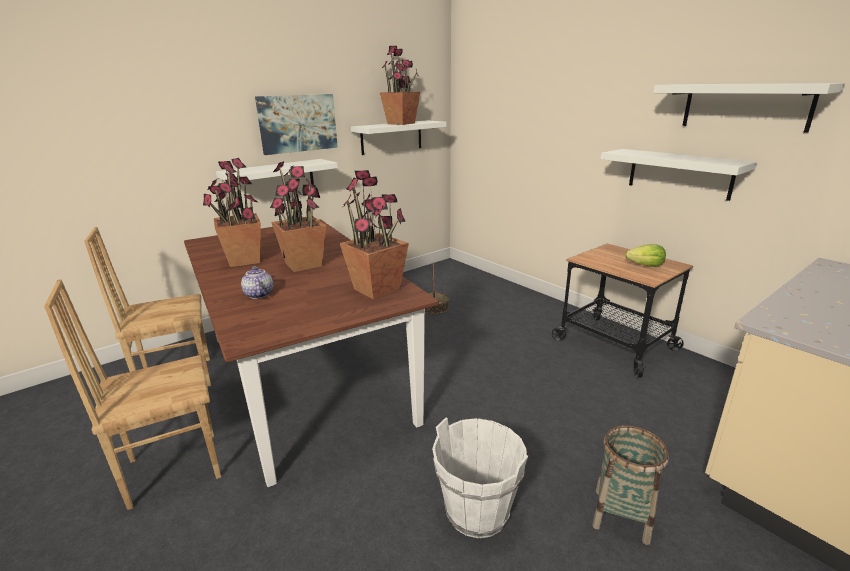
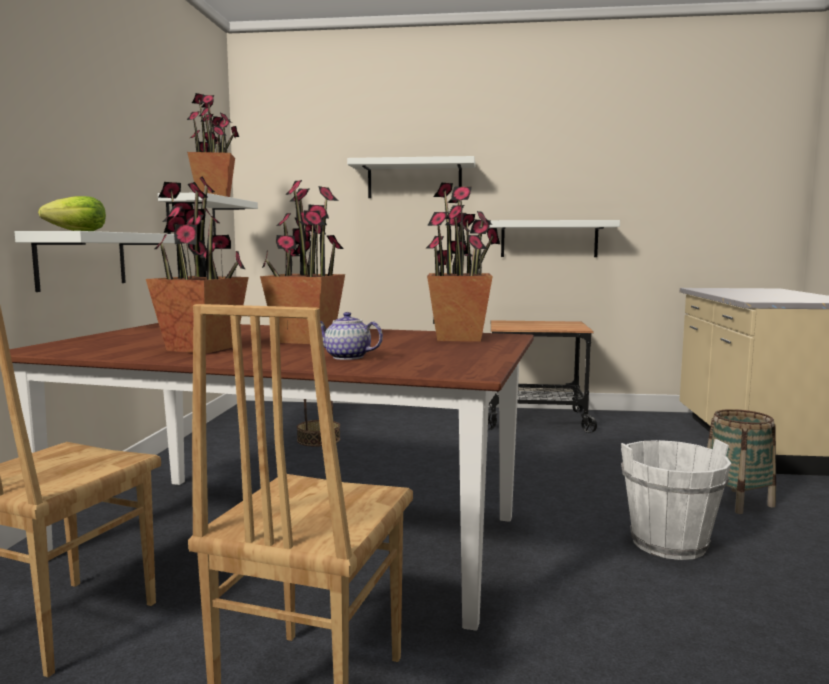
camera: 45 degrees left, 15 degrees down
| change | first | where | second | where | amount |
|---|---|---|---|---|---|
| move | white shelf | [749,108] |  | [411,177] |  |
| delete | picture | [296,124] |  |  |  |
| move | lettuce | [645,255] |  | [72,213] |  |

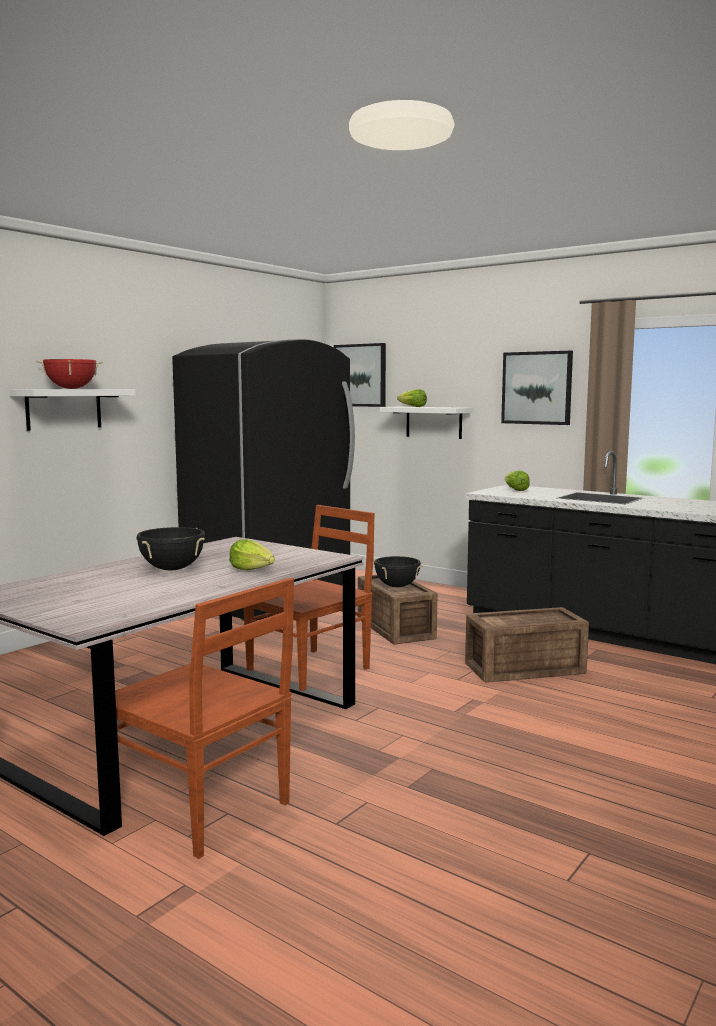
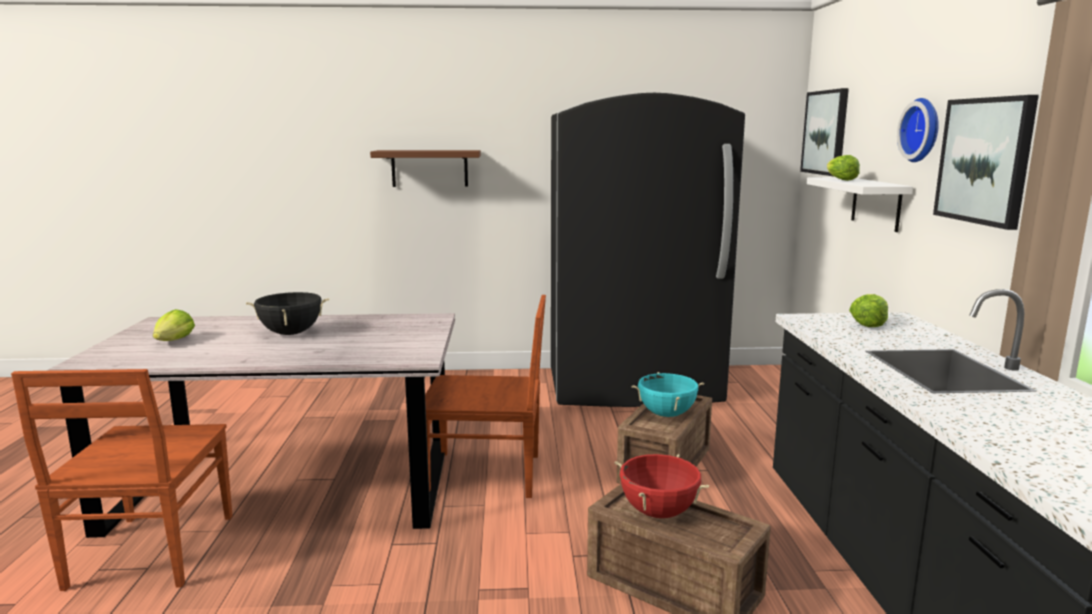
camera: 50 degrees right, 5 degrees up
| change | first | where | second | where | amount |
|---|---|---|---|---|---|
| move | red cooking pot | [69,374] |  | [662,486] |  |
| recolor | white shelf | [73,410] | brown shelf | [425,168] |  |
| move | lettuce | [252,554] |  | [174,325] |  |
| recolor | black cooking pot | [398,571] | turquoise cooking pot | [667,394] |  |
| insert |  |  | wall clock | [918,130] |  |

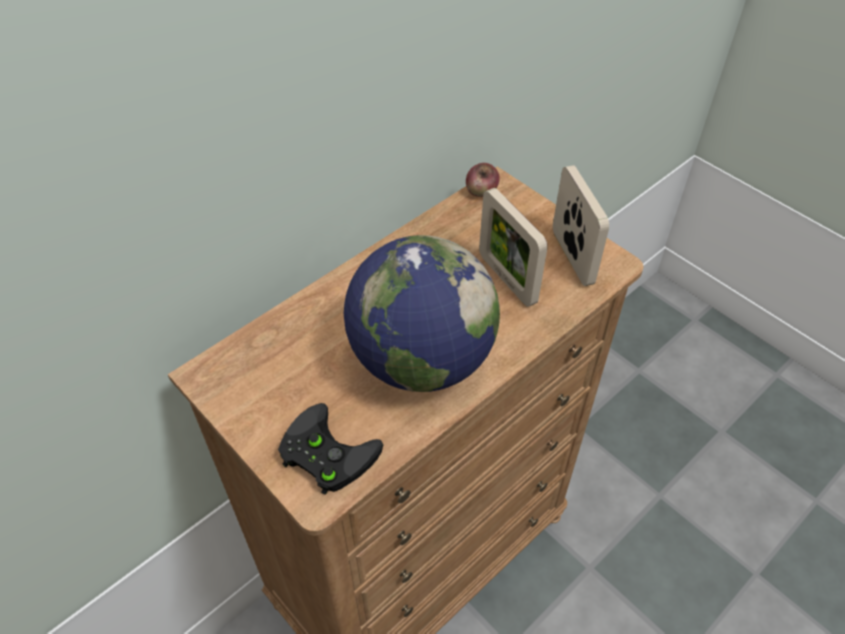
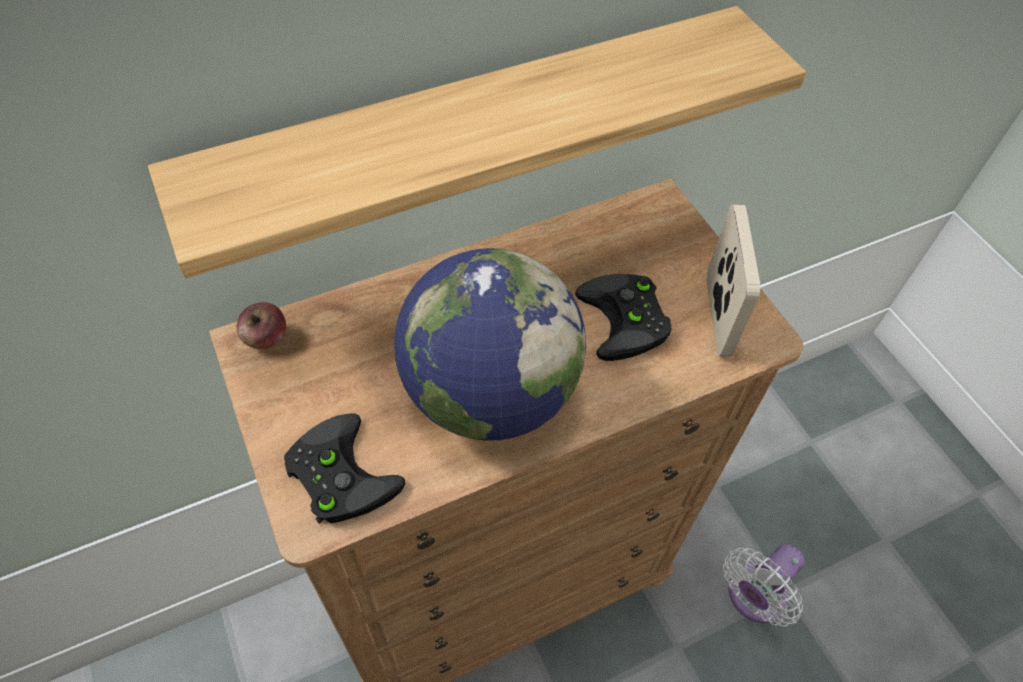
camera: 15 degrees right, 5 degrees up
| change | first | where | second | where | amount |
|---|---|---|---|---|---|
| move | apple | [483,180] |  | [261,325] |  |
| replace | picture frame | [513,247] | black game controller | [623,317] |  |
| insert |  |  | shelf | [477,142] |  |
| insert |  |  | white fan | [764,585] |  |

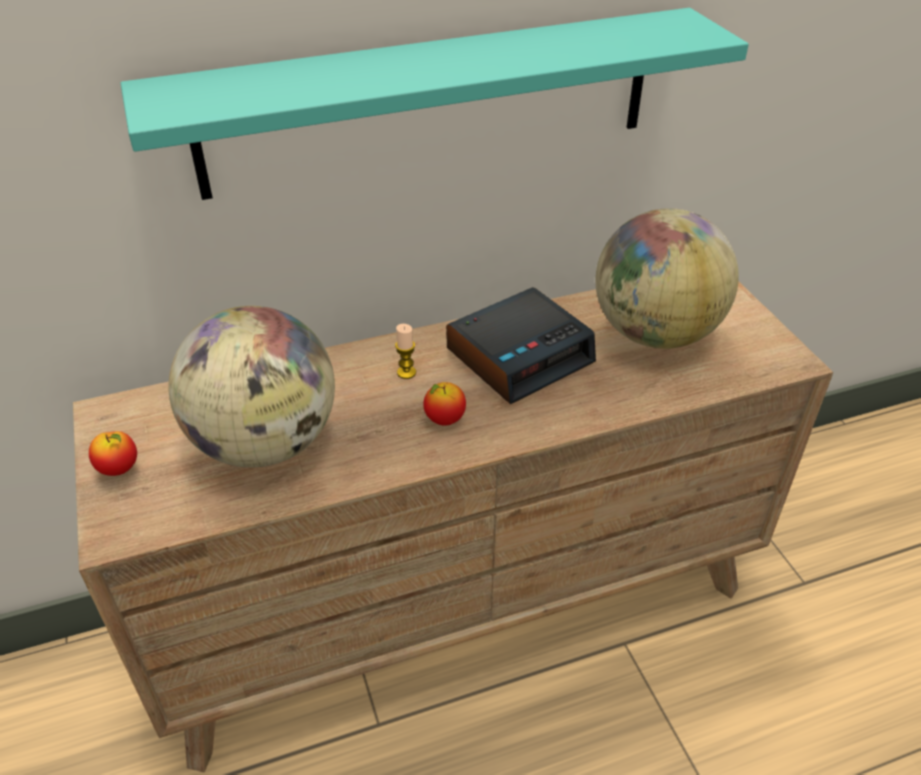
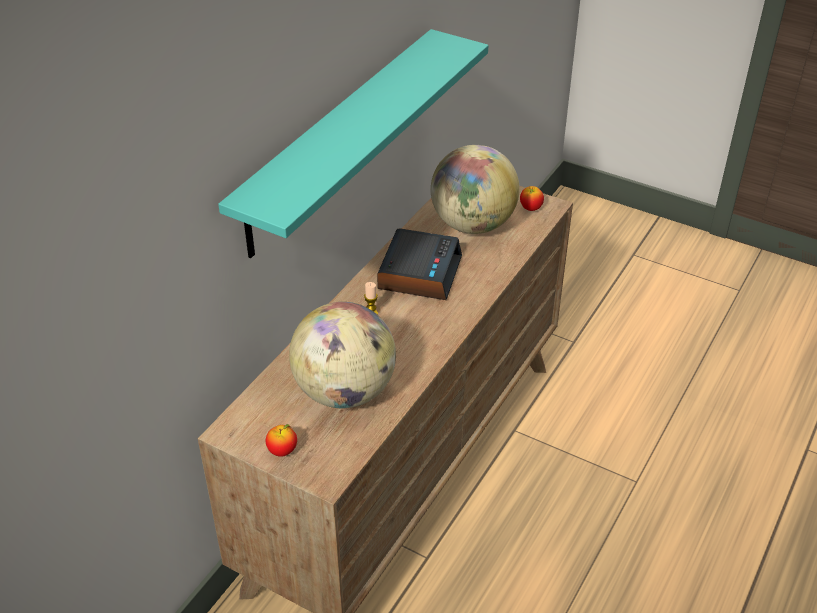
camera: 40 degrees left, 0 degrees up
| change | first | where | second | where | amount |
|---|---|---|---|---|---|
| move | apple | [444,404] |  | [532,198] |  |

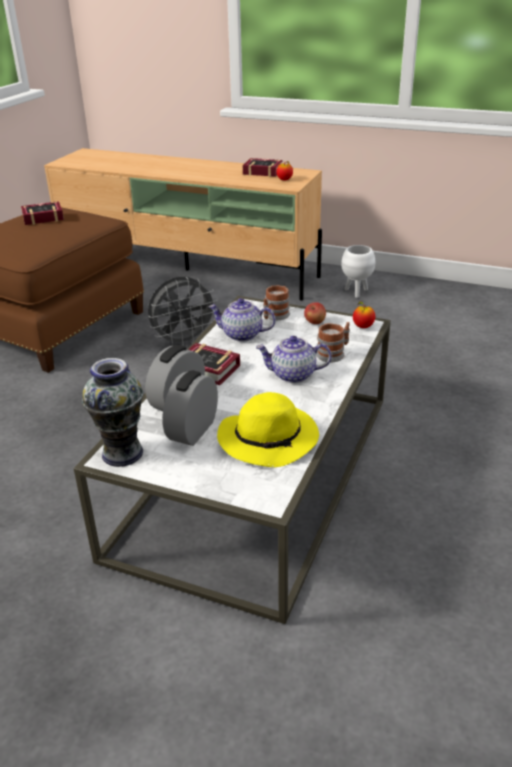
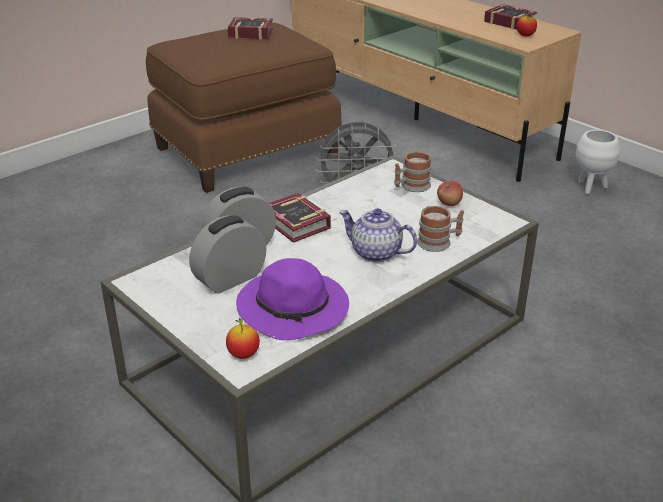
camera: 25 degrees right, 0 degrees up
| change | first | where | second | where | amount |
|---|---|---|---|---|---|
| delete | teapot | [241,320] |  |  |  |
| move | apple | [364,315] |  | [243,338] |  |
| delete | vase | [112,412] |  |  |  |
| recolor | yellow hat | [268,429] | purple hat | [292,299] |  |

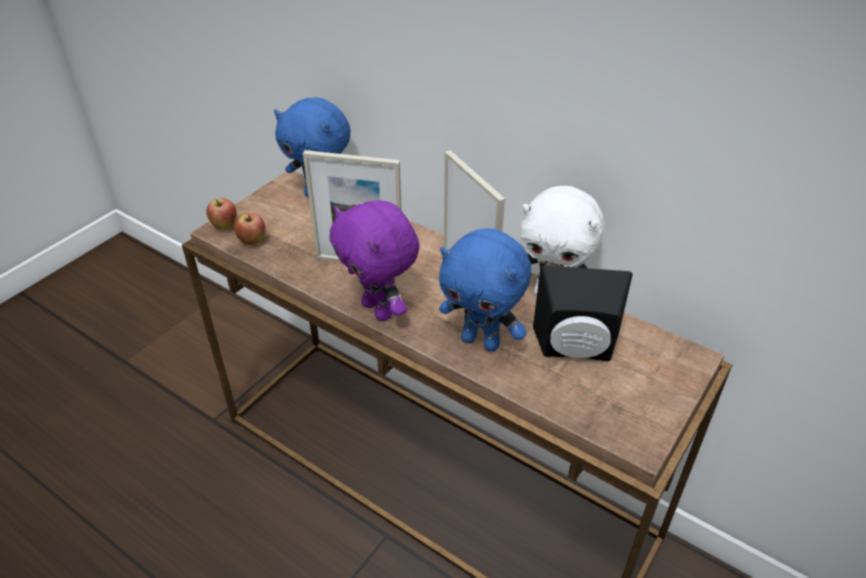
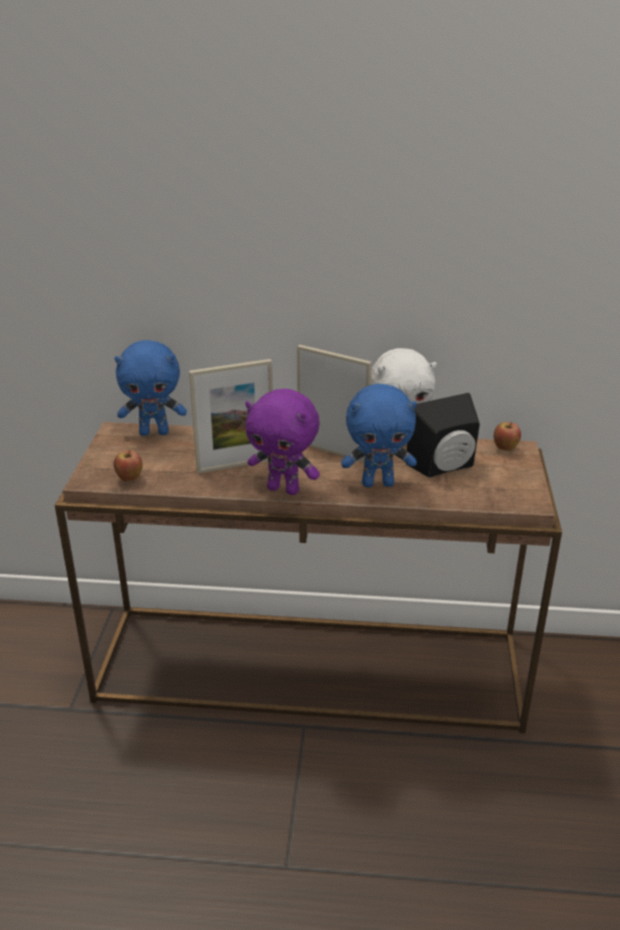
camera: 30 degrees left, 10 degrees down
| change | first | where | second | where | amount |
|---|---|---|---|---|---|
| move | apple | [221,214] |  | [507,436] |  |

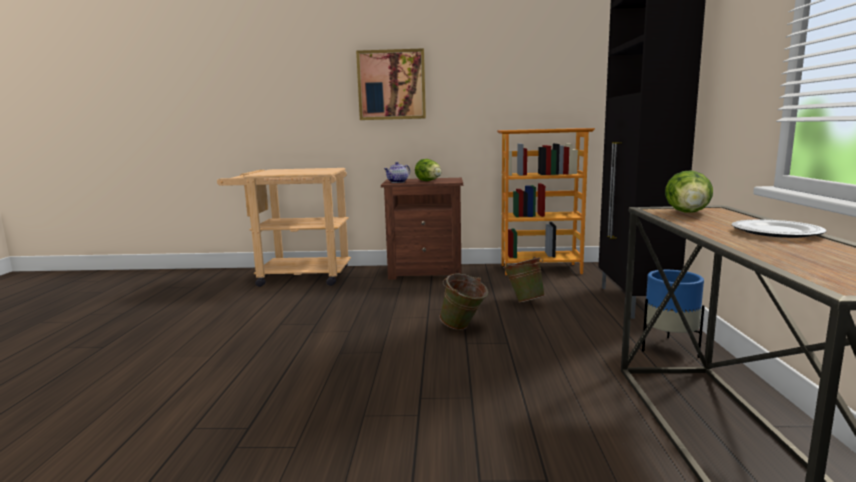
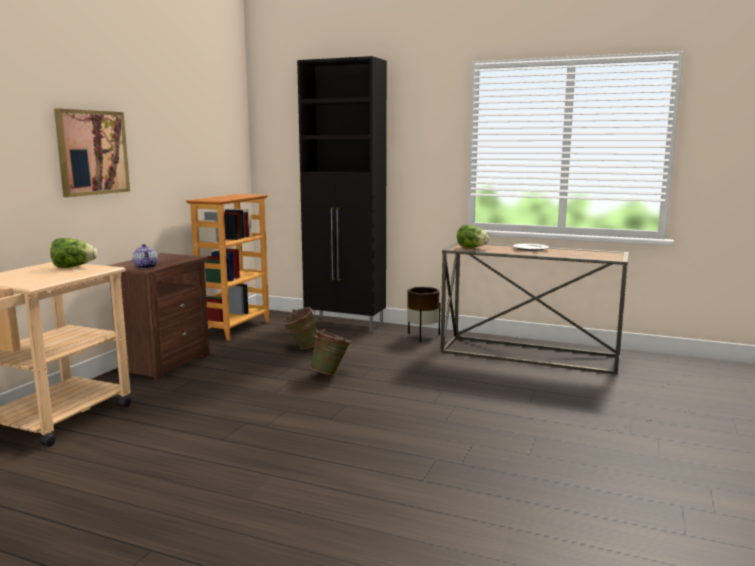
camera: 70 degrees left, 0 degrees up
| change | first | where | second | where | amount |
|---|---|---|---|---|---|
| move | lettuce | [428,170] |  | [73,253] |  |
| recolor | blue planter | [673,314] | brown planter | [424,314] |  |

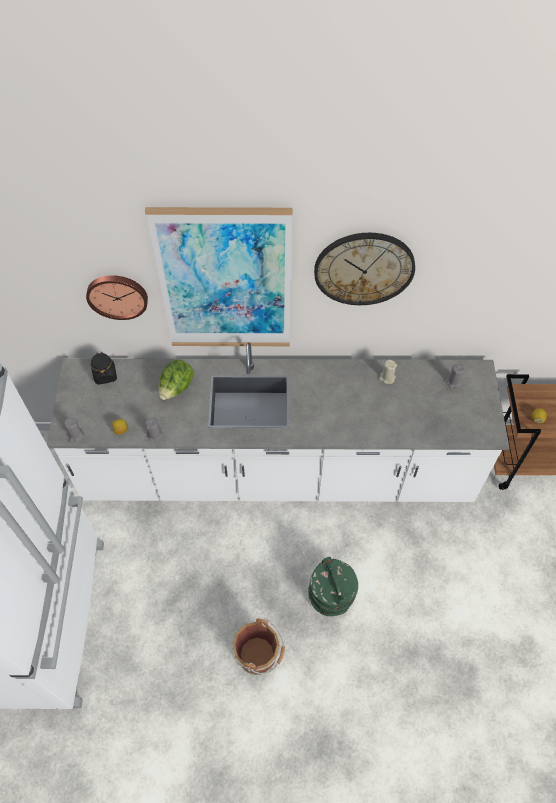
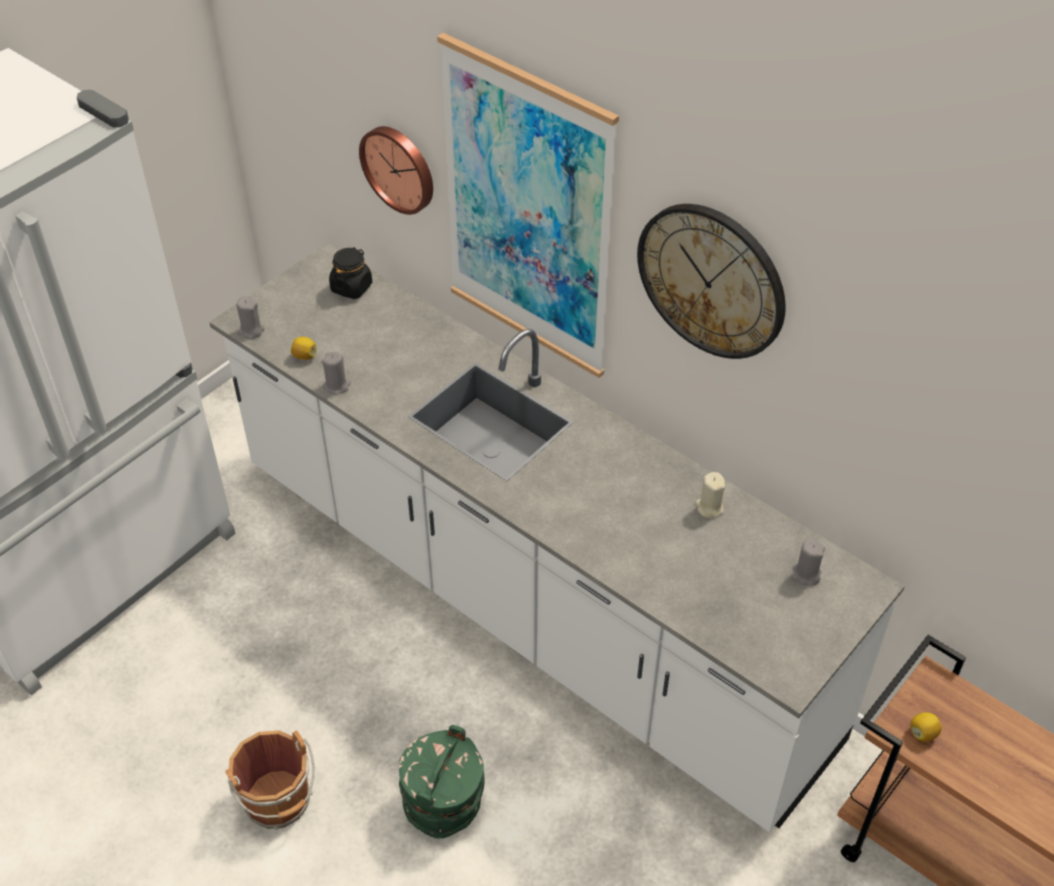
camera: 40 degrees right, 10 degrees down
| change | first | where | second | where | amount |
|---|---|---|---|---|---|
| delete | lettuce | [176,380] |  |  |  |

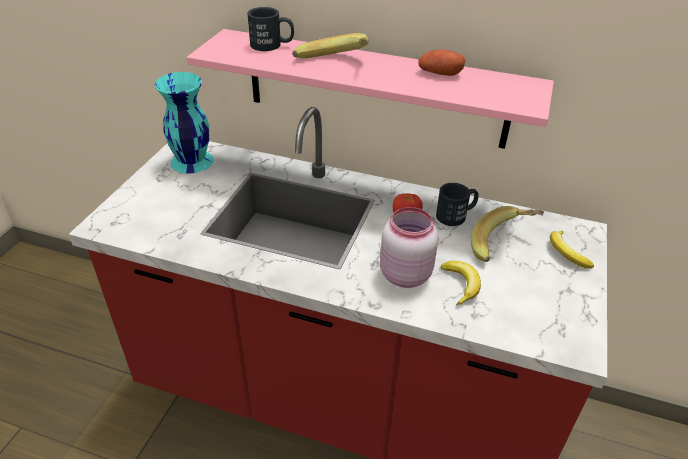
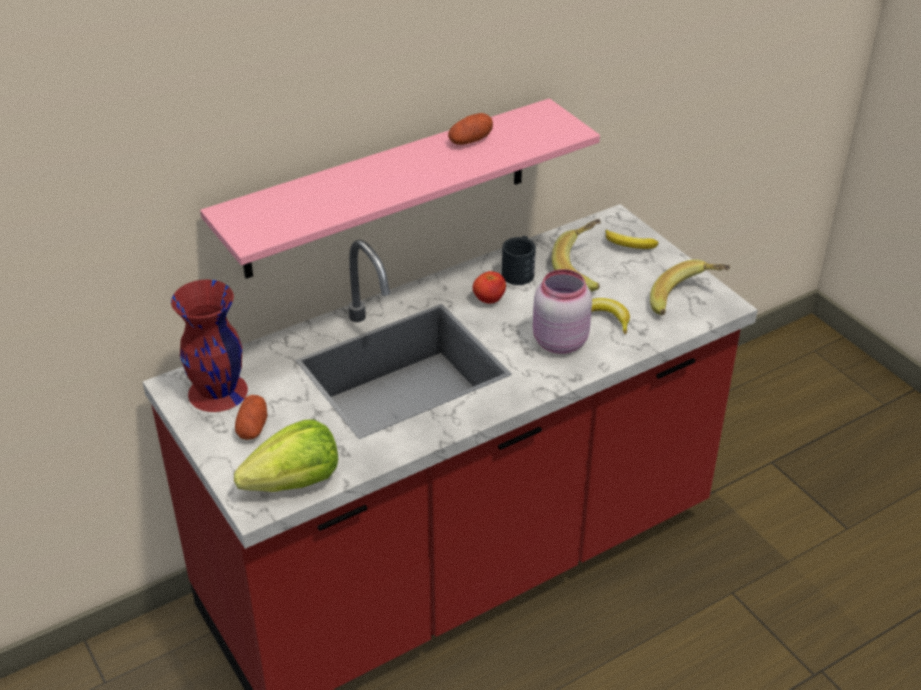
camera: 50 degrees left, 0 degrees up
| change | first | where | second | where | amount |
|---|---|---|---|---|---|
| delete | black mug | [270,29] |  |  |  |
| move | banana | [330,45] |  | [690,287] |  |
| recolor | turquoise vase | [184,122] | red vase | [209,346] |  |
| insert |  |  | potato | [251,417] |  |
| insert |  |  | lettuce | [286,455] |  |

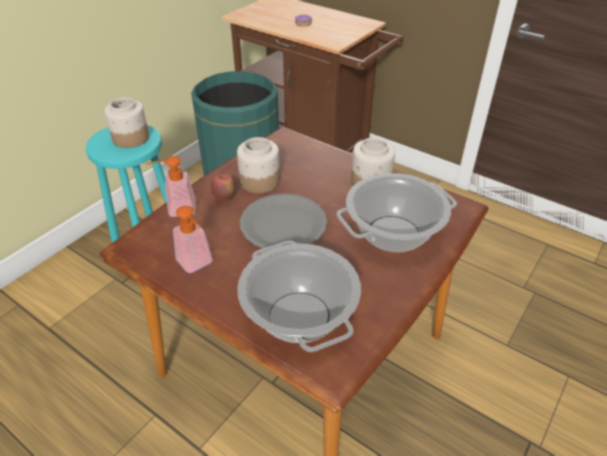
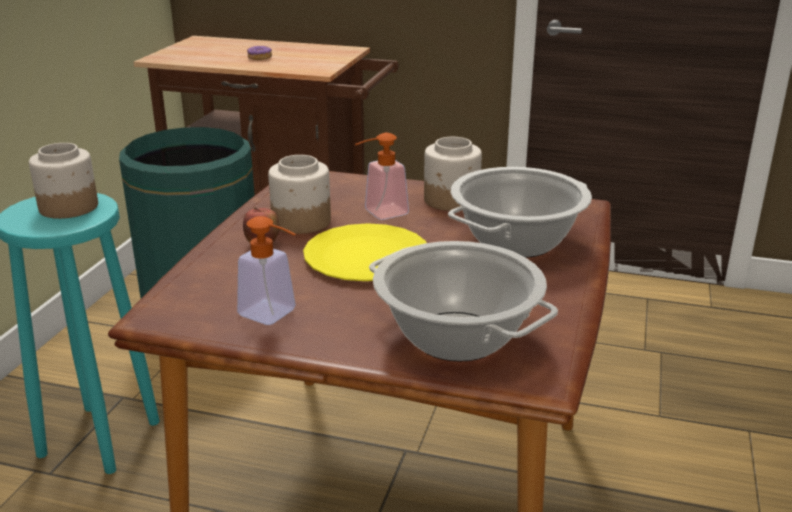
camera: 20 degrees left, 15 degrees down
| change | first | where | second | where | amount |
|---|---|---|---|---|---|
| move | soap dispenser | [170,186] |  | [382,176] |  |
| recolor | grey plate | [283,221] | yellow plate | [364,252] |  |

